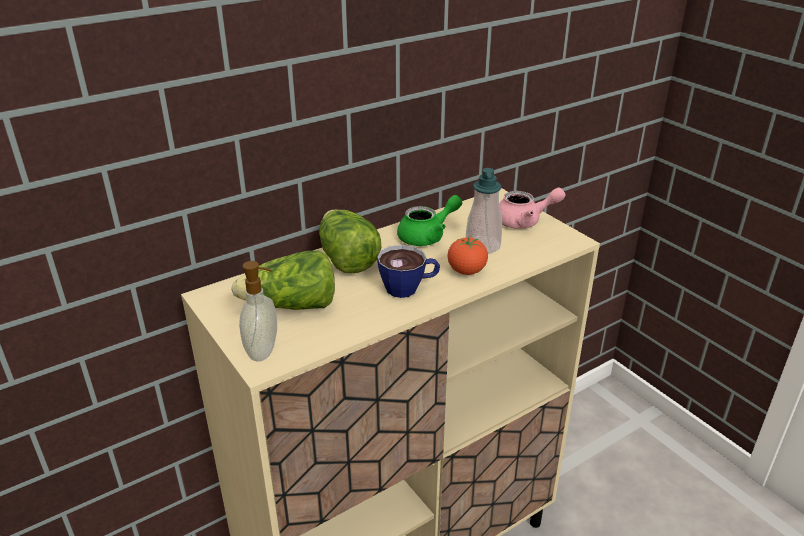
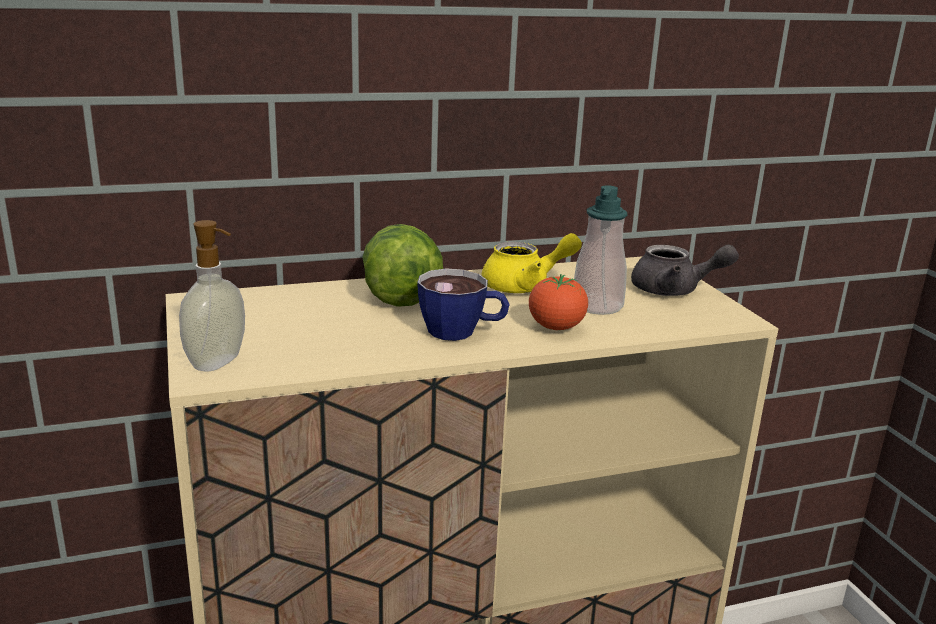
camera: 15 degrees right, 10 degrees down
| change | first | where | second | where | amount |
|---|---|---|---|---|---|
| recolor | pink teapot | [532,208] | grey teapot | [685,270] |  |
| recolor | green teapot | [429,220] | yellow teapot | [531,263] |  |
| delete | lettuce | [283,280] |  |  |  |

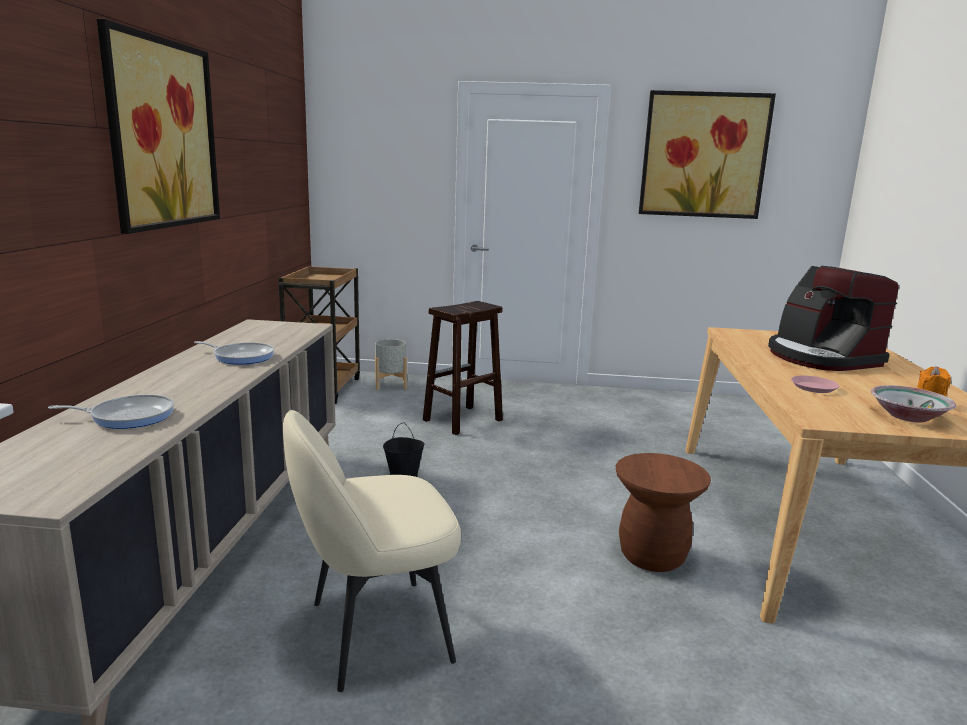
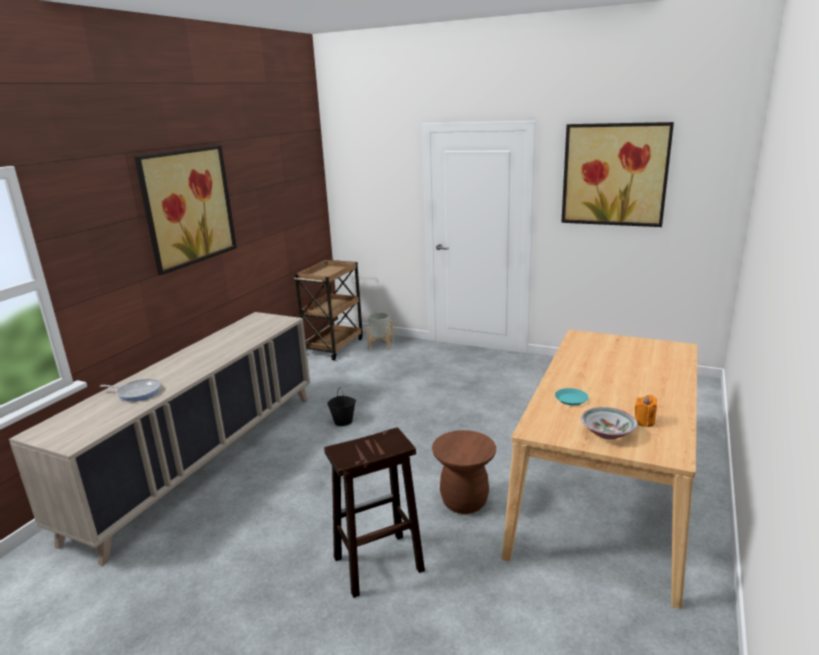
camera: 20 degrees right, 5 degrees up
| change | first | where | second | where | amount |
|---|---|---|---|---|---|
| delete | coffee machine | [833,318] |  |  |  |
| move | brown stool | [463,368] |  | [374,512] |  |
| delete | frying pan | [234,353] |  |  |  |
| recolor | pink plate | [815,384] | turquoise plate | [572,396] |  |
| delete | beige chair | [372,551] |  |  |  |

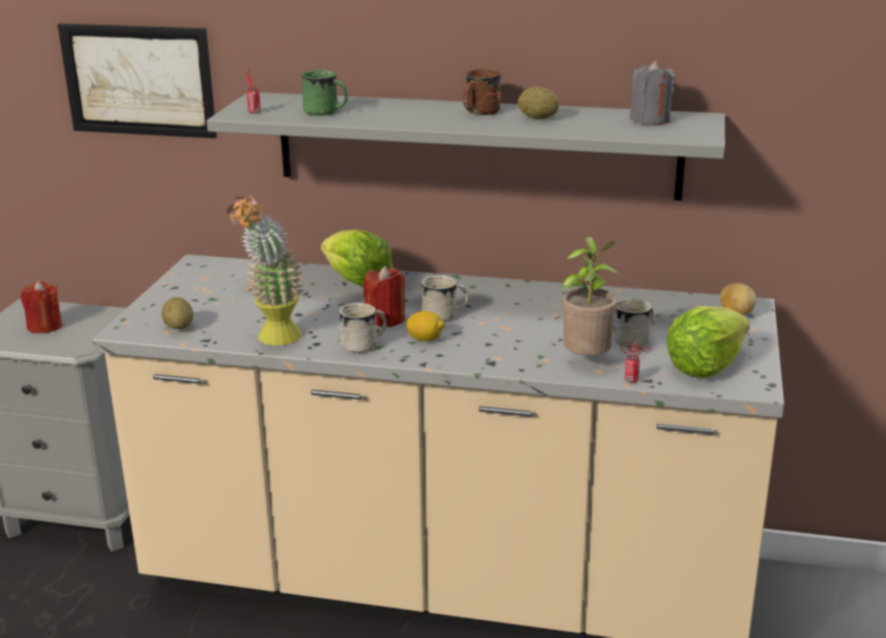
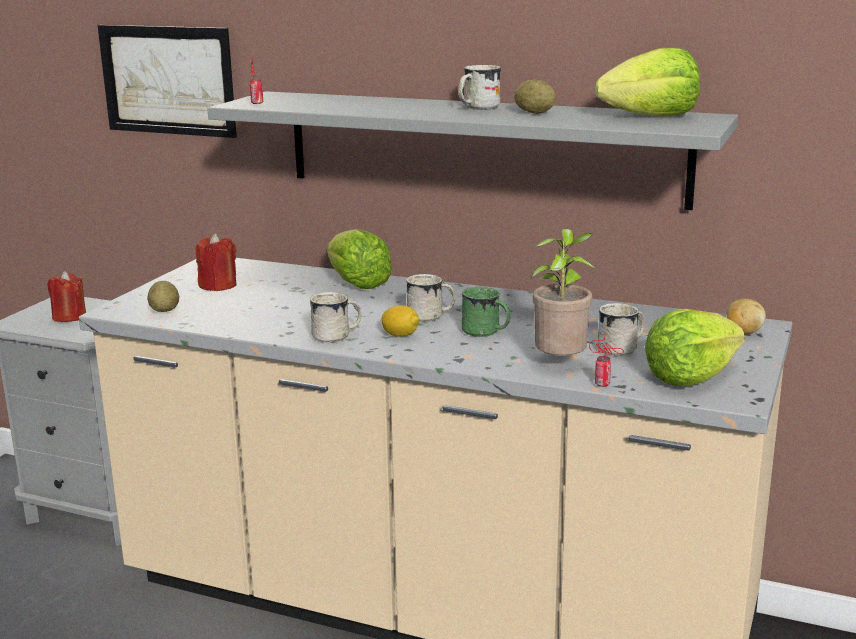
camera: 10 degrees right, 5 degrees down
| change | first | where | second | where | amount |
|---|---|---|---|---|---|
| replace | grey candle | [652,93] | lettuce | [647,82] |  |
| recolor | brown mug | [482,92] | white mug | [479,87] |  |
| move | green mug | [324,93] |  | [486,312] |  |
| delete | potted plant | [265,270] |  |  |  |
| move | red candle | [384,296] |  | [216,262] |  |

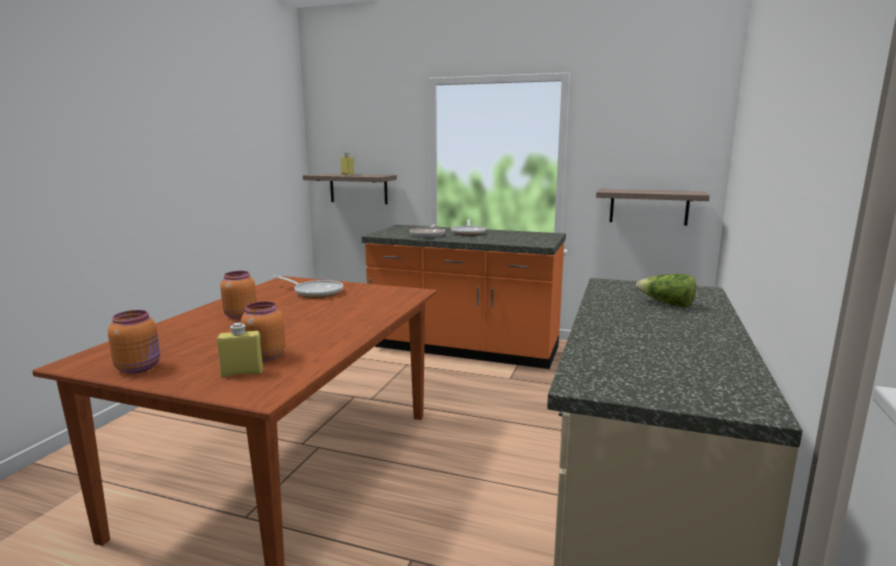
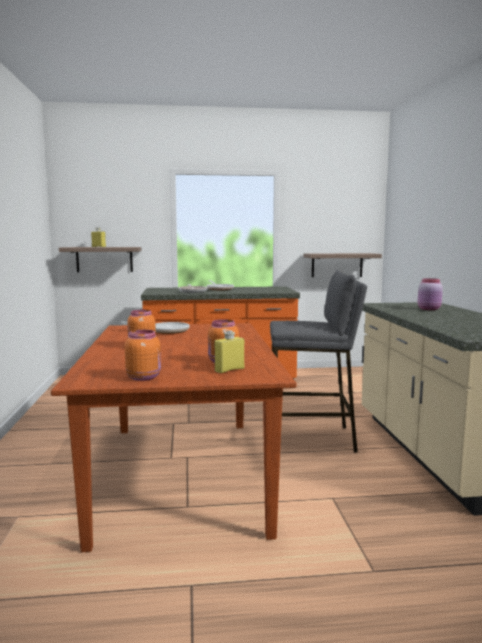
camera: 25 degrees left, 5 degrees down
| change | first | where | second | where | amount |
|---|---|---|---|---|---|
| replace | lettuce | [666,291] | pink jar | [430,294] |  |
| insert |  |  | grey stool | [318,361] |  |

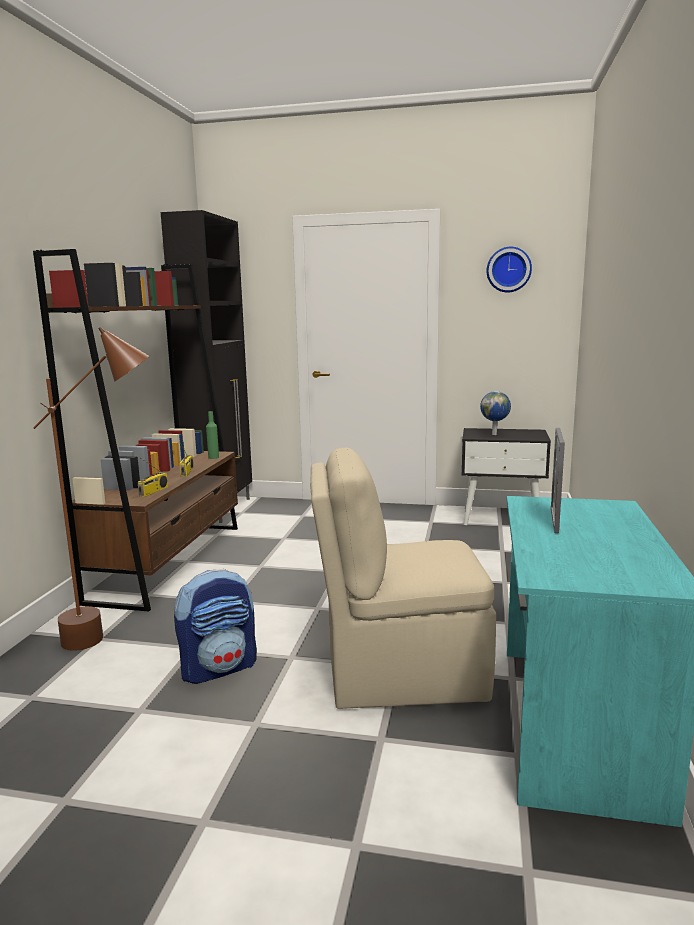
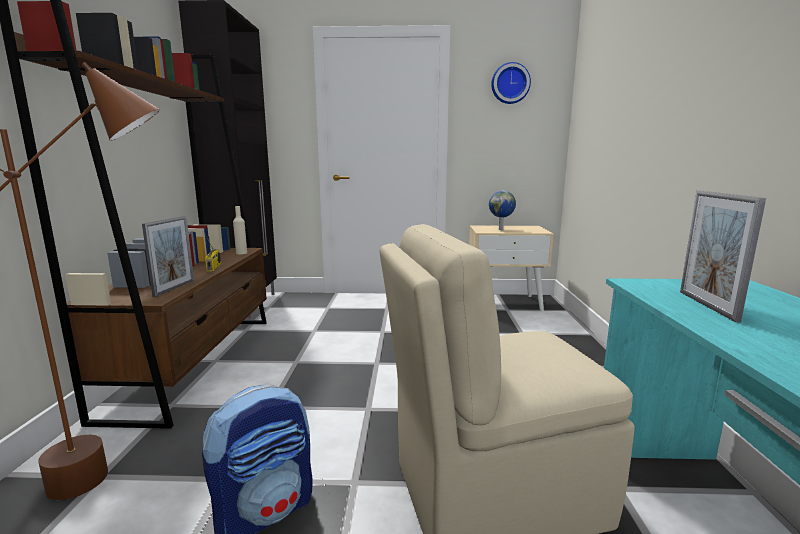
camera: 10 degrees left, 0 degrees up
| change | first | where | second | where | amount |
|---|---|---|---|---|---|
| recolor | green bottle | [212,435] | beige bottle | [240,230] |  |
| recolor | black nightstand | [506,476] | beige nightstand | [511,268] |  |
| replace | radio | [153,477] | picture frame | [168,256] |  |

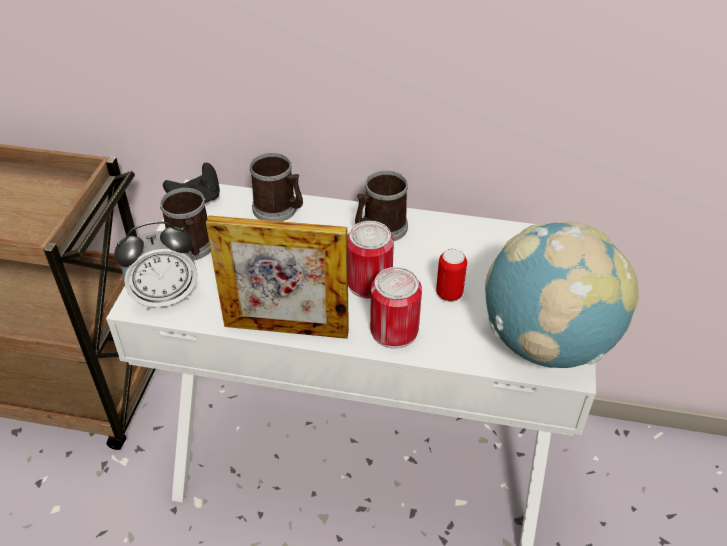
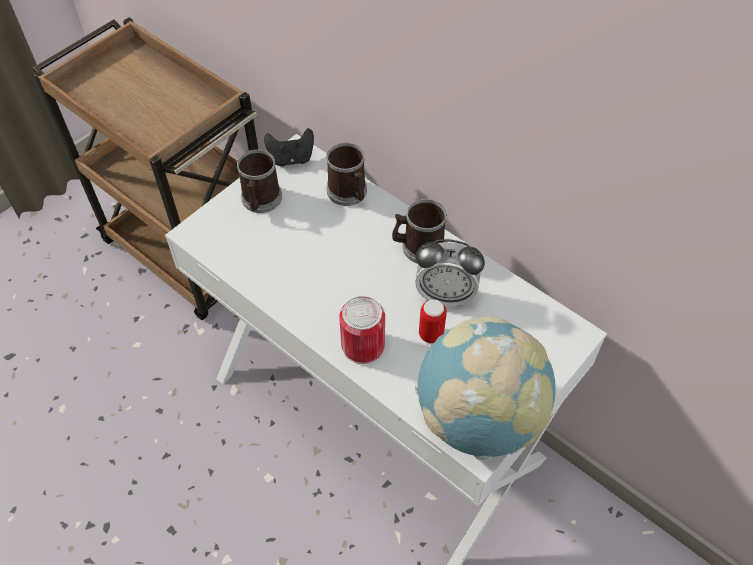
camera: 30 degrees right, 10 degrees up
| change | first | where | second | where | amount |
|---|---|---|---|---|---|
| delete | picture frame | [277,277] |  |  |  |
| move | alarm clock | [155,265] |  | [450,272] |  |
| delete | can | [370,260] |  |  |  |

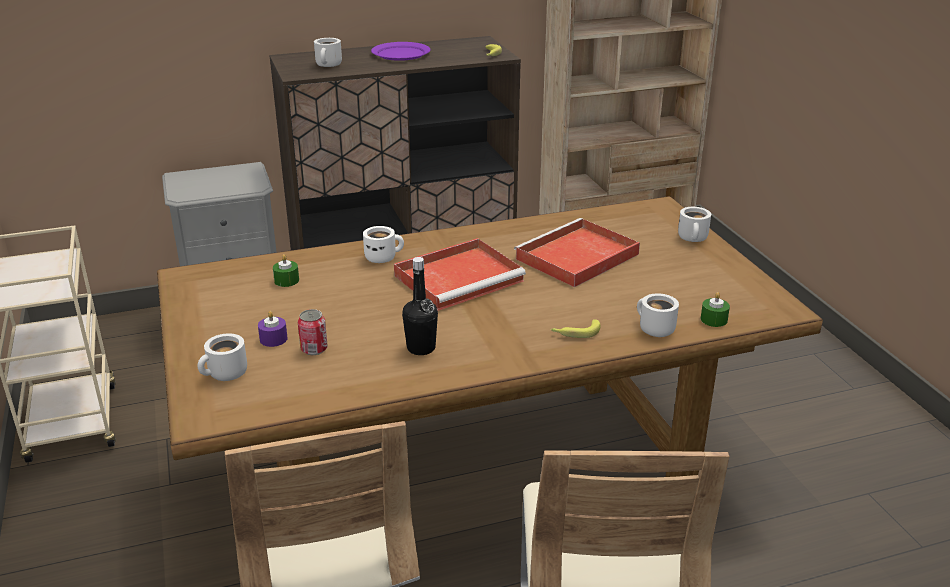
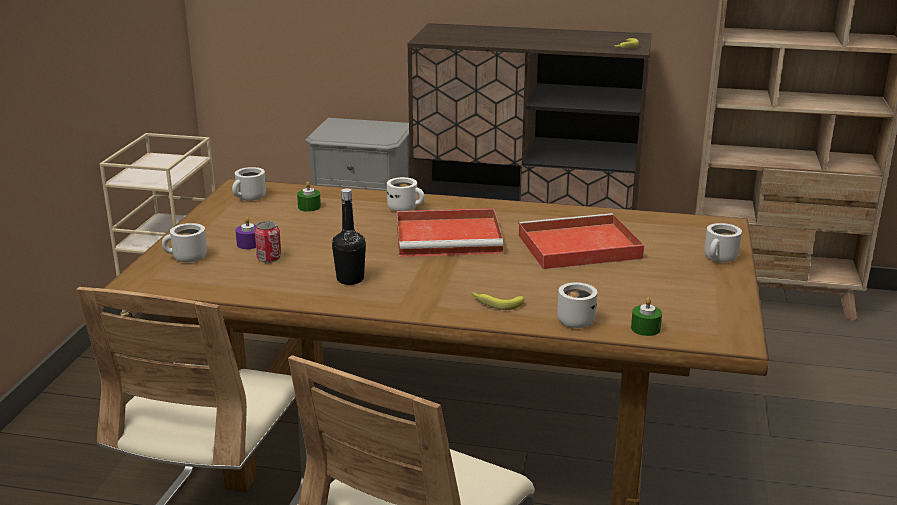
camera: 30 degrees right, 5 degrees down
| change | first | where | second | where | amount |
|---|---|---|---|---|---|
| move | white mug | [328,52] |  | [249,184] |  |
| delete | purple plate | [401,51] |  |  |  |

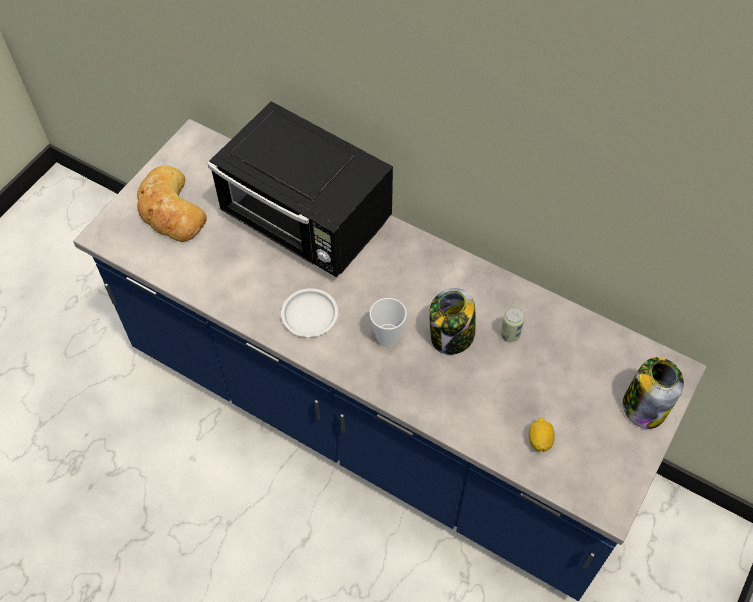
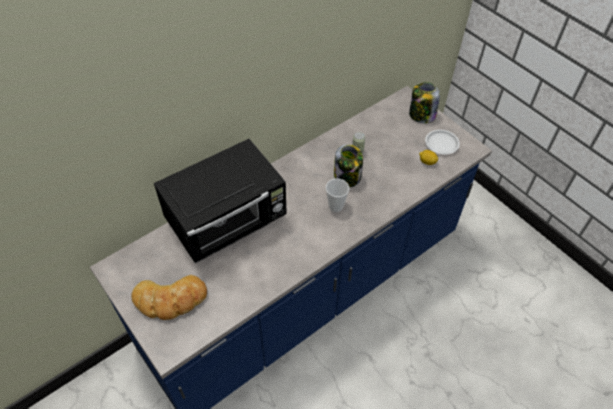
camera: 70 degrees left, 5 degrees down
| change | first | where | second | where | amount |
|---|---|---|---|---|---|
| move | white plate | [309,312] |  | [442,142] |  |

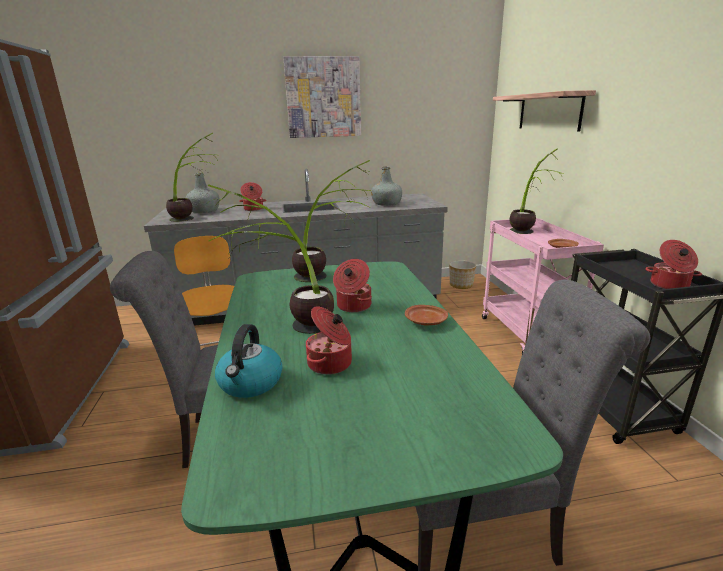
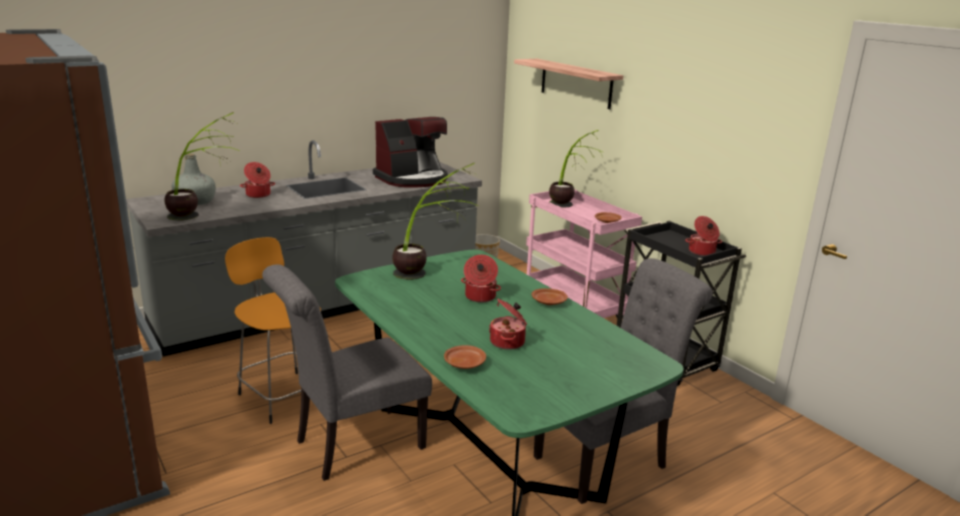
camera: 25 degrees left, 0 degrees up
| change | first | where | second | where | amount |
|---|---|---|---|---|---|
| delete | picture | [322,97] |  |  |  |
| replace | grey bottle | [386,186] | coffee machine | [410,152] |  |
| delete | potted plant | [271,259] |  |  |  |
| replace | kettle | [248,361] | brown plate | [465,357] |  |

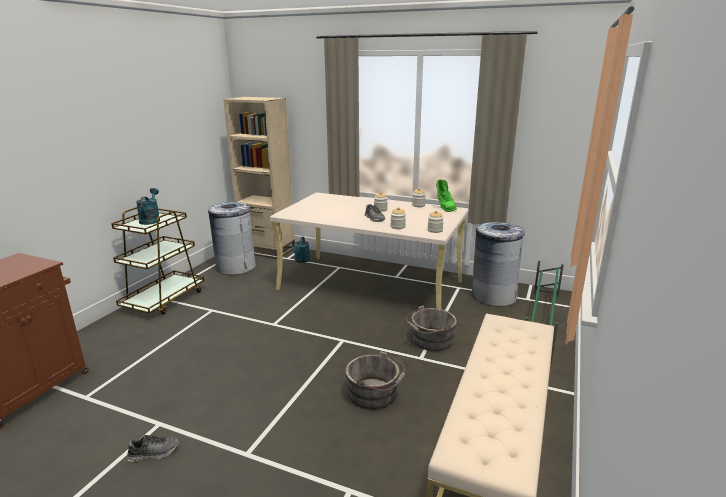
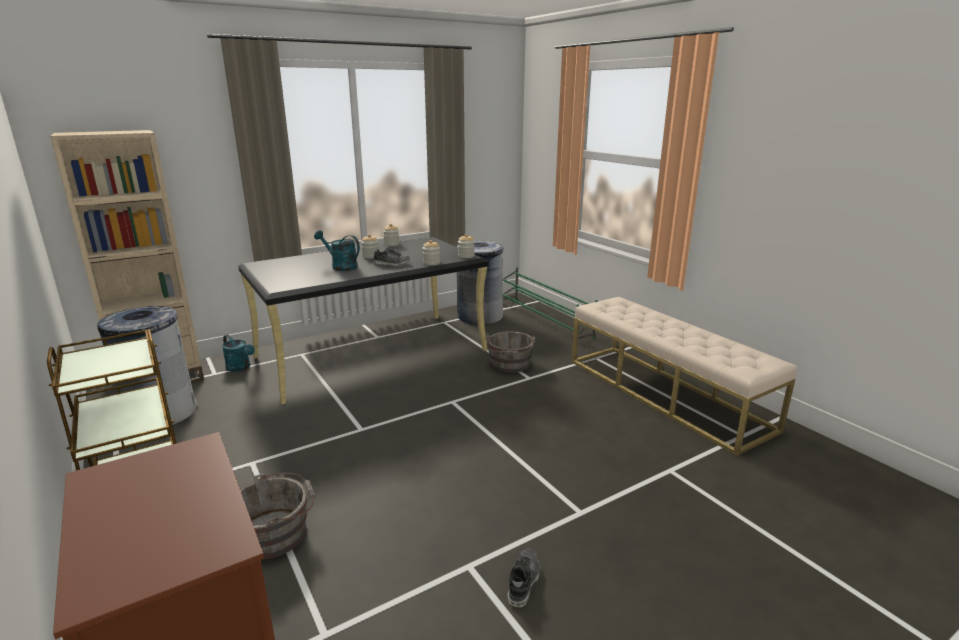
camera: 55 degrees left, 0 degrees up
| change | first | where | second | where | amount |
|---|---|---|---|---|---|
| delete | green boot | [446,195] |  |  |  |
| move | turquoise watering can | [148,206] |  | [337,250] |  |
| recolor | beige desk | [369,250] | black desk | [363,320] |  |
| move | grey bucket | [375,380] |  | [278,516] |  |

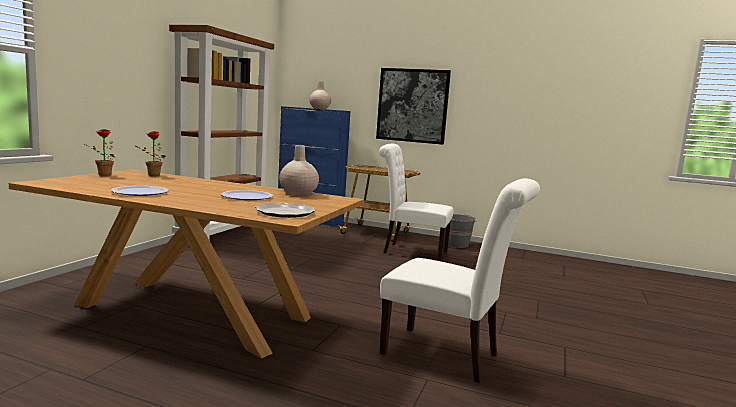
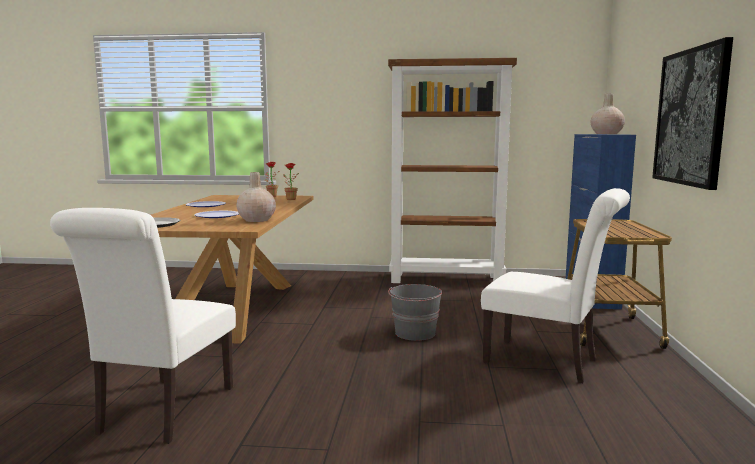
camera: 75 degrees right, 0 degrees up
| change | first | where | second | where | amount |
|---|---|---|---|---|---|
| rotate | white chair | [416,203] |  | [555,285] | 120 degrees clockwise |
| move | grey bucket | [460,231] |  | [415,312] |  |

